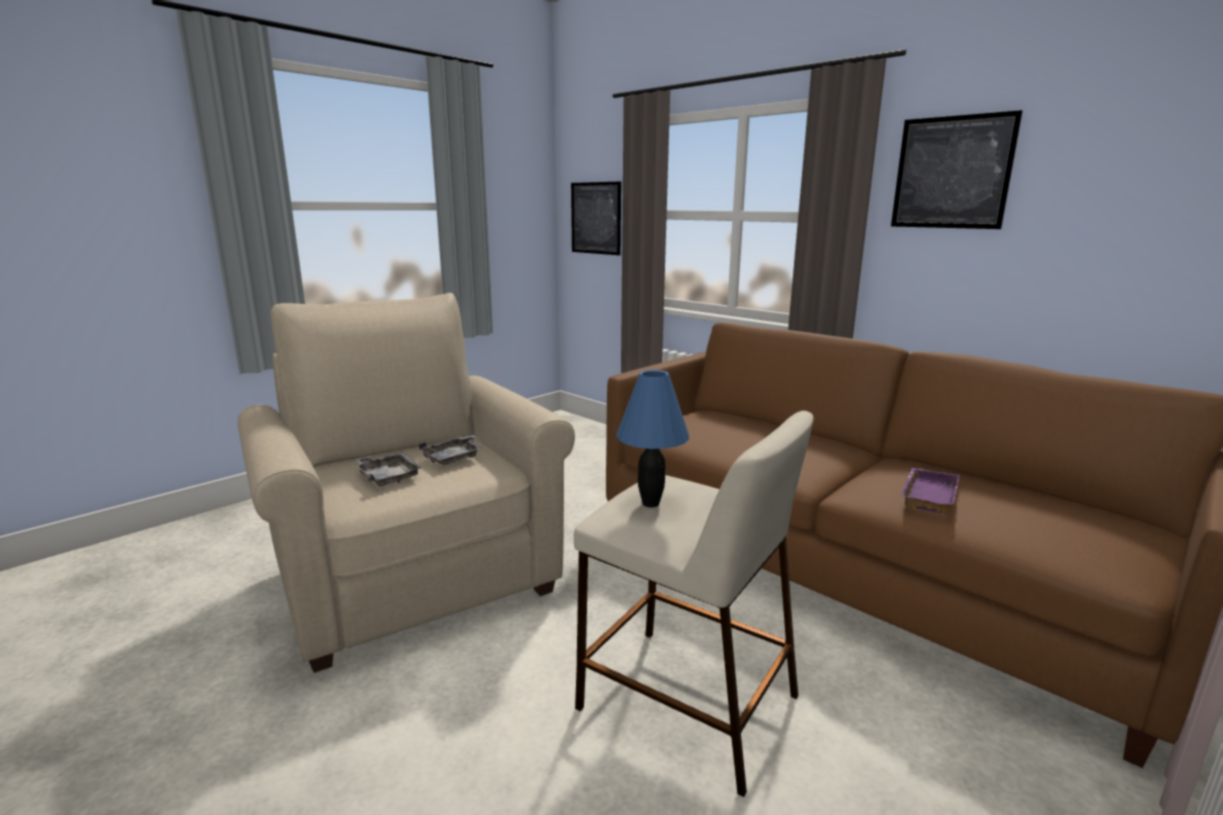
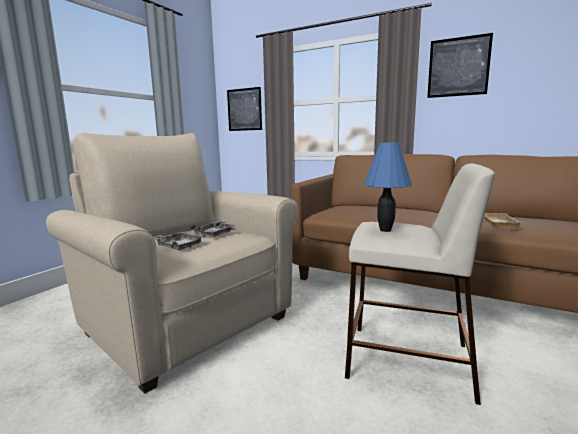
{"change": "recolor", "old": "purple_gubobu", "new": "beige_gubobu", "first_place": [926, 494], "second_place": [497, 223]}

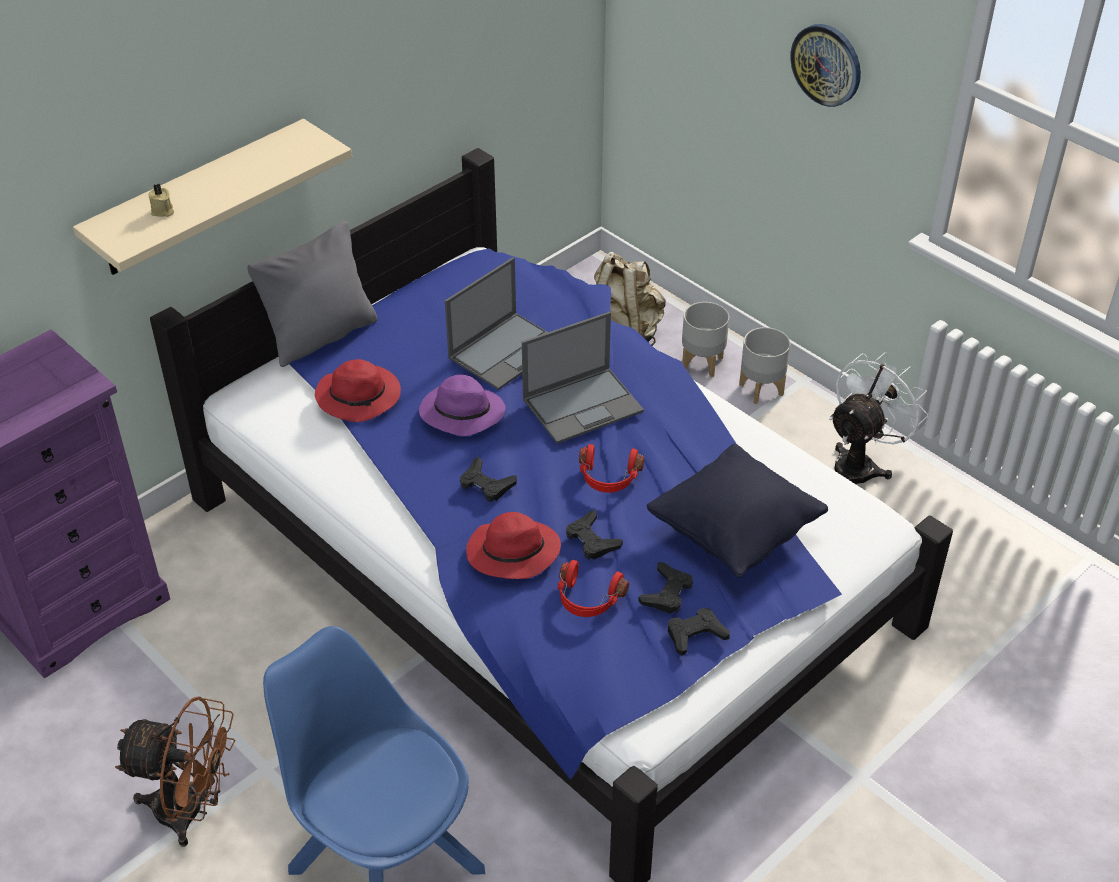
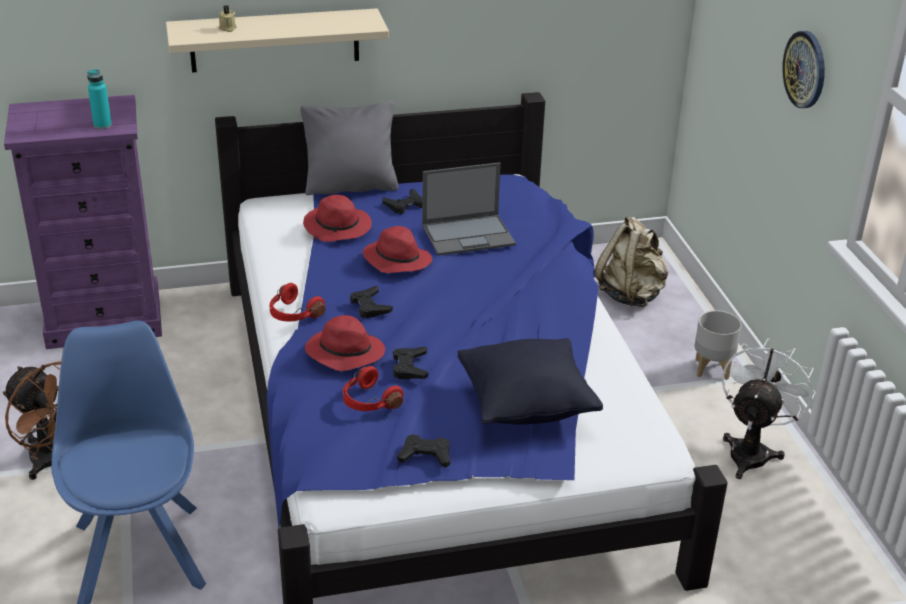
{"change": "insert", "new": "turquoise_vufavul", "second_place": [102, 125]}
{"change": "move", "old": "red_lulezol", "first_place": [609, 478], "second_place": [293, 314]}
{"change": "recolor", "old": "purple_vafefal", "new": "red_vafefal", "first_place": [460, 413], "second_place": [396, 260]}
{"change": "move", "old": "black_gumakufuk", "first_place": [667, 593], "second_place": [405, 205]}
{"change": "rotate", "old": "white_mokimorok", "first_place": [860, 465], "second_place": [751, 451], "degrees": -45}
{"change": "delete", "old": "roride", "first_place": [583, 404]}
{"change": "delete", "old": "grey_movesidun", "first_place": [703, 363]}

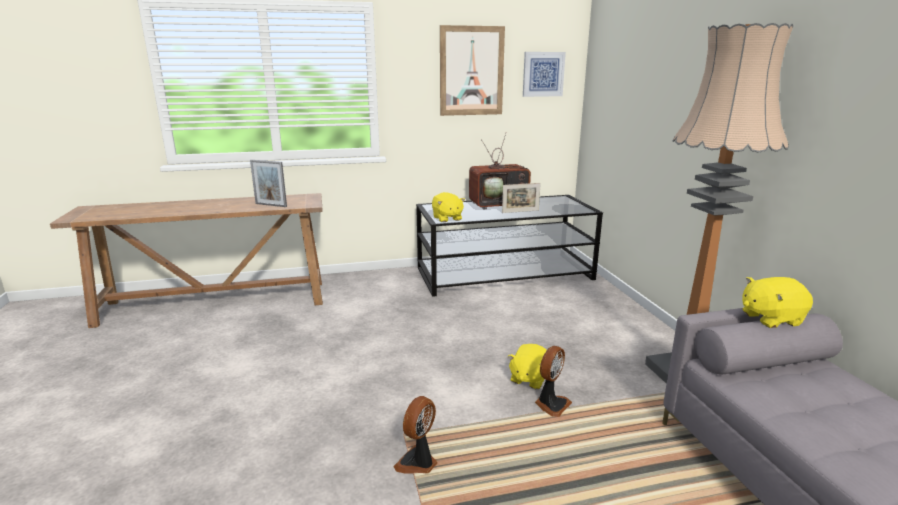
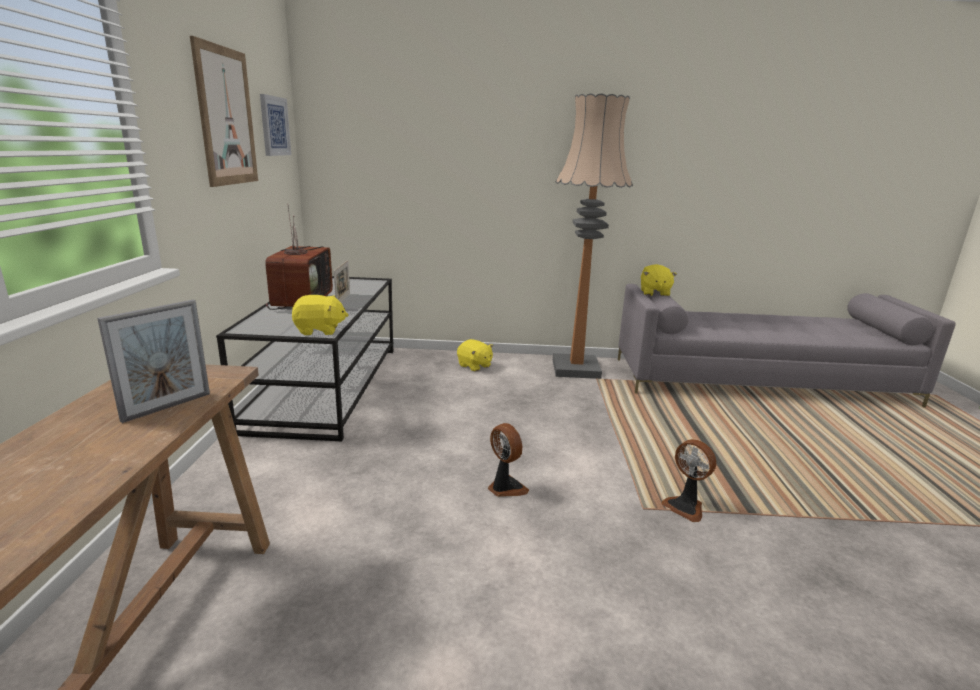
{"change": "move", "old": "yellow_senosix", "first_place": [529, 378], "second_place": [474, 366]}
{"change": "move", "old": "mokimorok", "first_place": [551, 404], "second_place": [505, 488]}

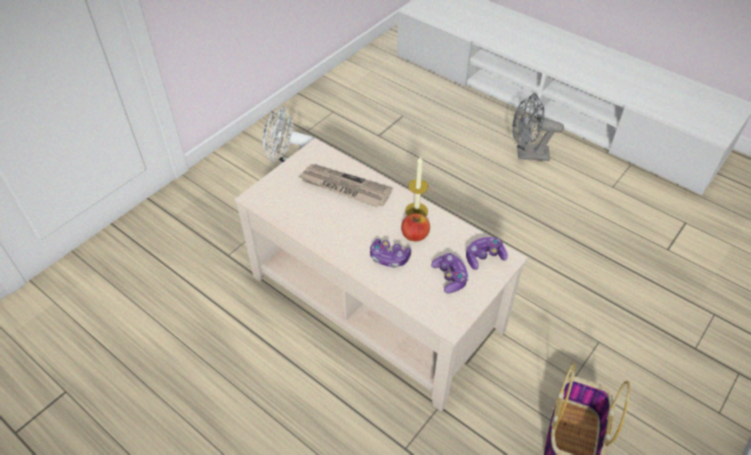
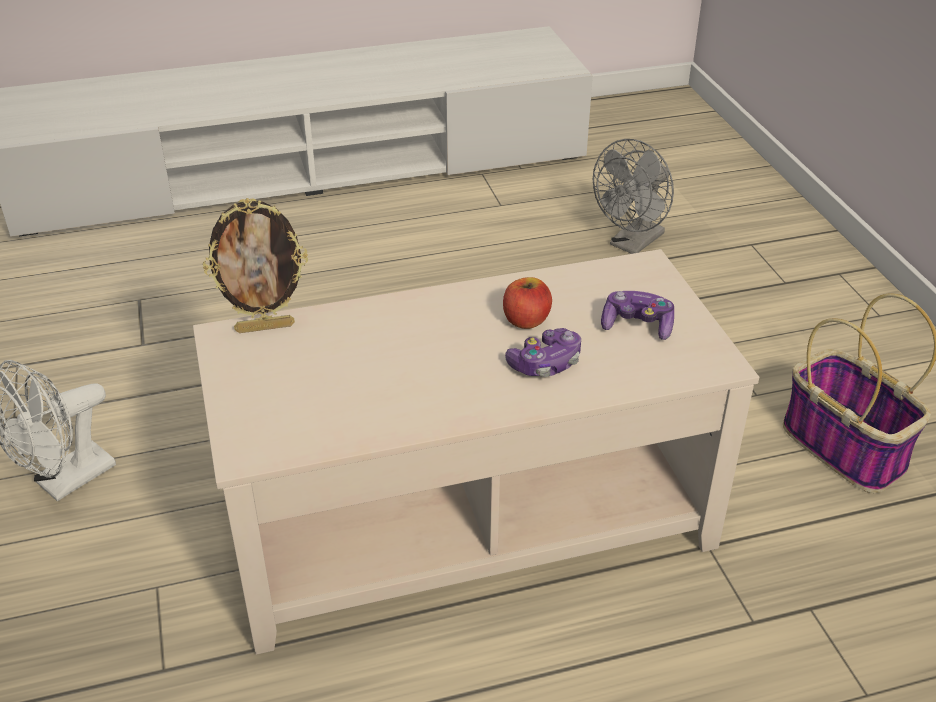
{"change": "insert", "new": "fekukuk", "second_place": [265, 327]}
{"change": "move", "old": "grey_mokimorok", "first_place": [527, 154], "second_place": [632, 244]}
{"change": "delete", "old": "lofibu", "first_place": [344, 187]}
{"change": "delete", "old": "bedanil", "first_place": [416, 211]}
{"change": "delete", "old": "gumakufuk", "first_place": [484, 257]}

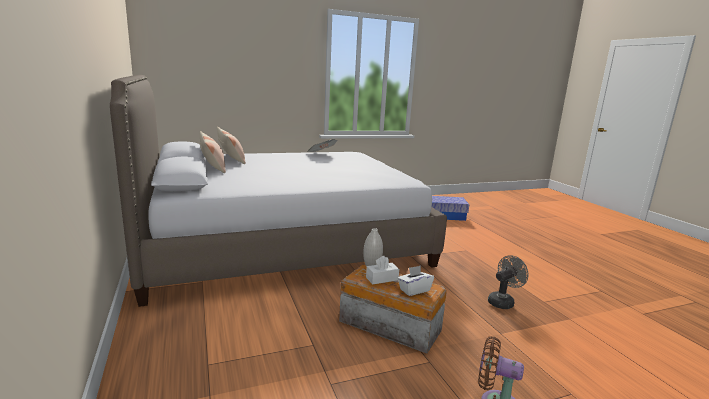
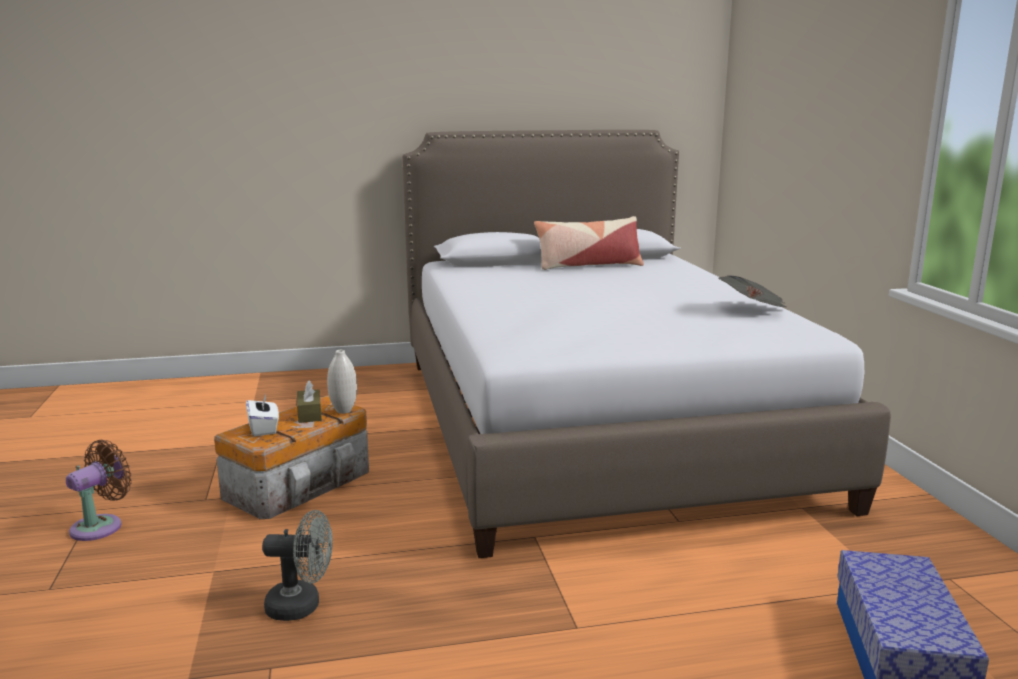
{"change": "rotate", "old": "grey_mokimorok", "first_place": [503, 301], "second_place": [302, 606], "degrees": -60}
{"change": "recolor", "old": "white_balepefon", "new": "brown_balepefon", "first_place": [382, 279], "second_place": [309, 414]}
{"change": "delete", "old": "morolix", "first_place": [231, 158]}

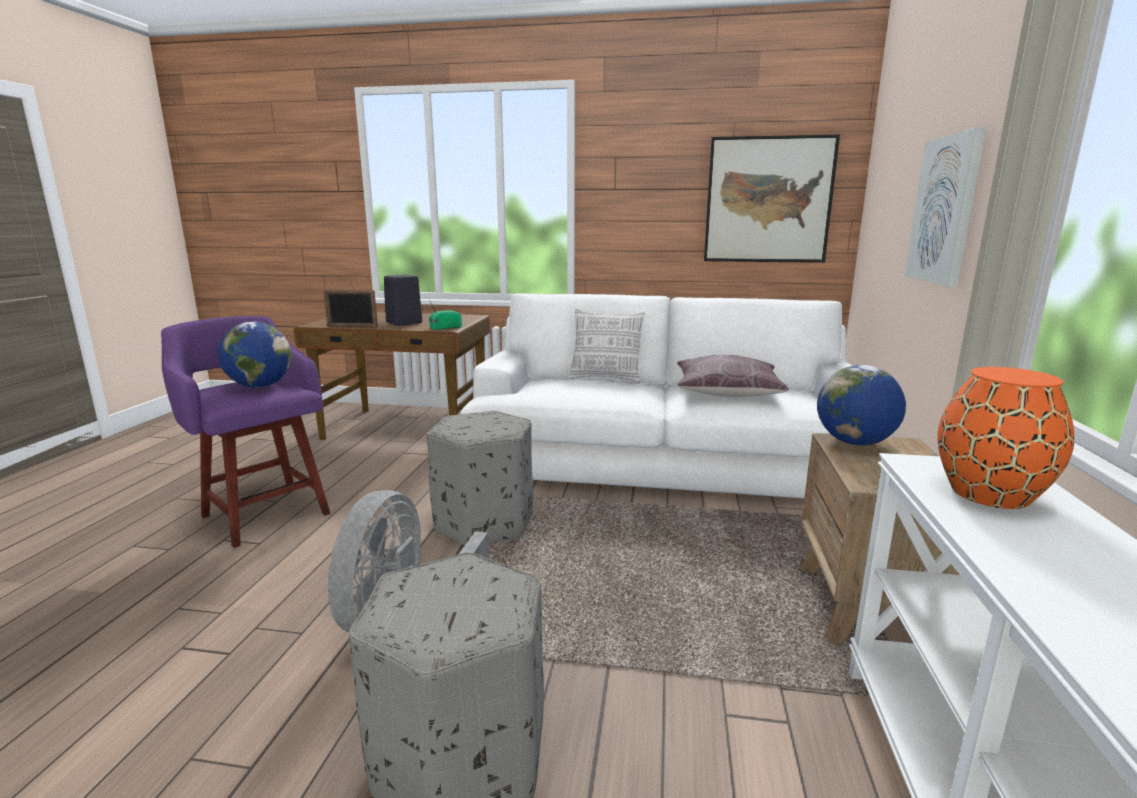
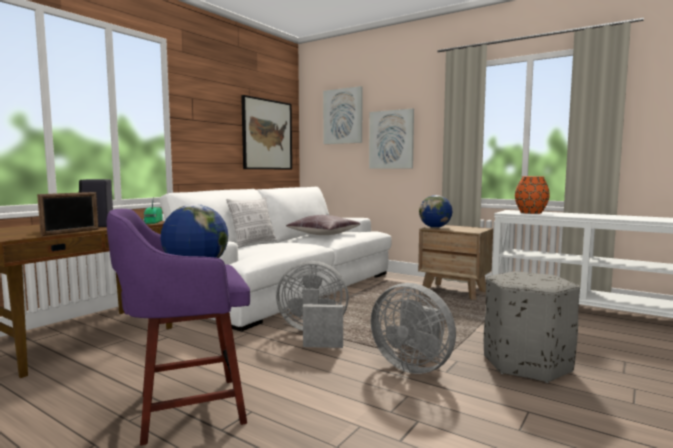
{"change": "replace", "old": "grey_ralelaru", "new": "grey_mokimorok", "first_place": [484, 522], "second_place": [314, 335]}
{"change": "insert", "new": "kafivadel", "second_place": [343, 116]}

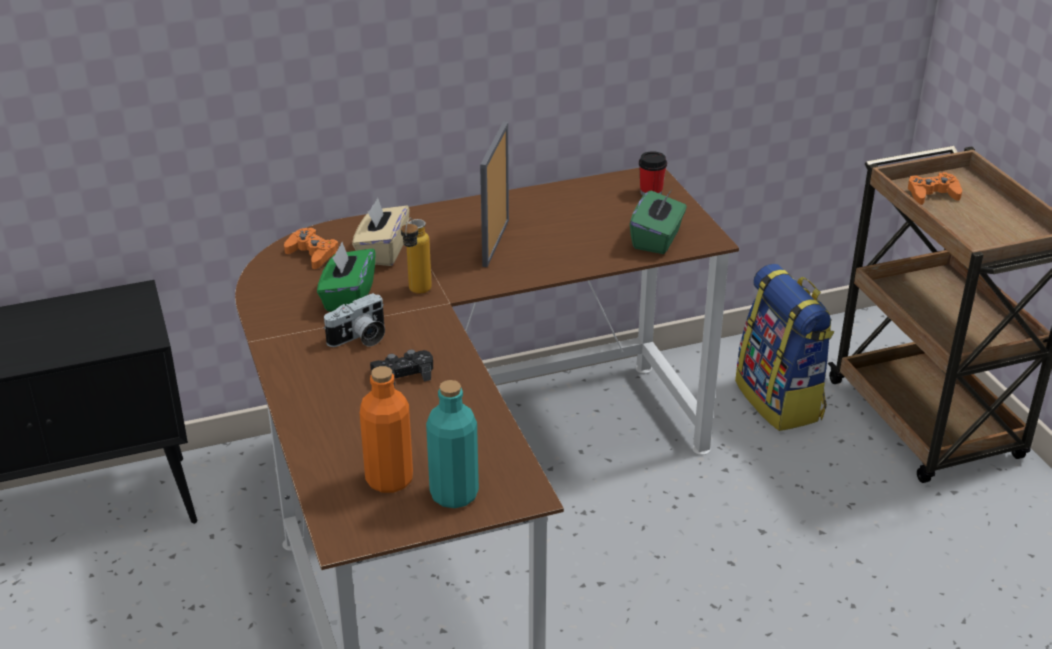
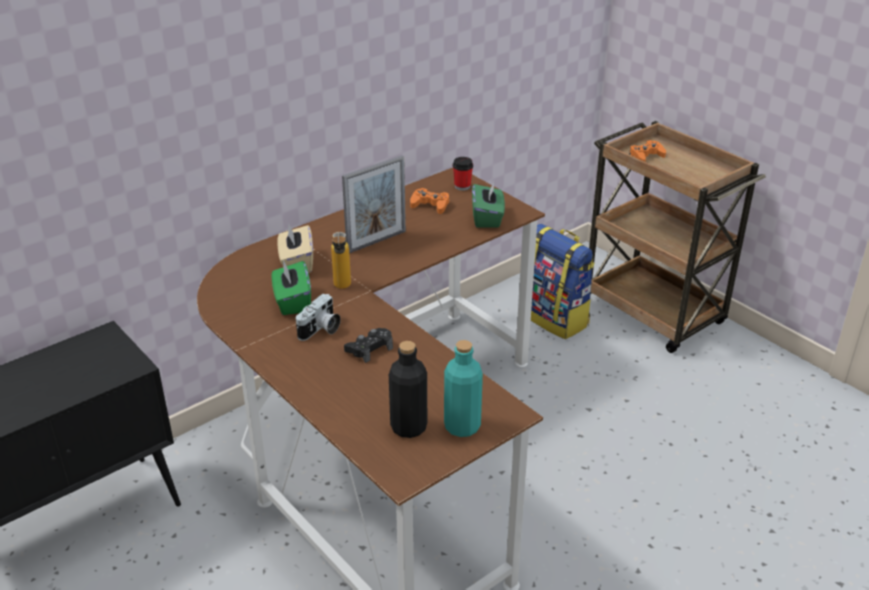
{"change": "rotate", "old": "fekukuk", "first_place": [495, 243], "second_place": [376, 241], "degrees": -120}
{"change": "recolor", "old": "orange_vufavul", "new": "black_vufavul", "first_place": [389, 480], "second_place": [408, 427]}
{"change": "move", "old": "orange_gumakufuk", "first_place": [313, 254], "second_place": [430, 205]}

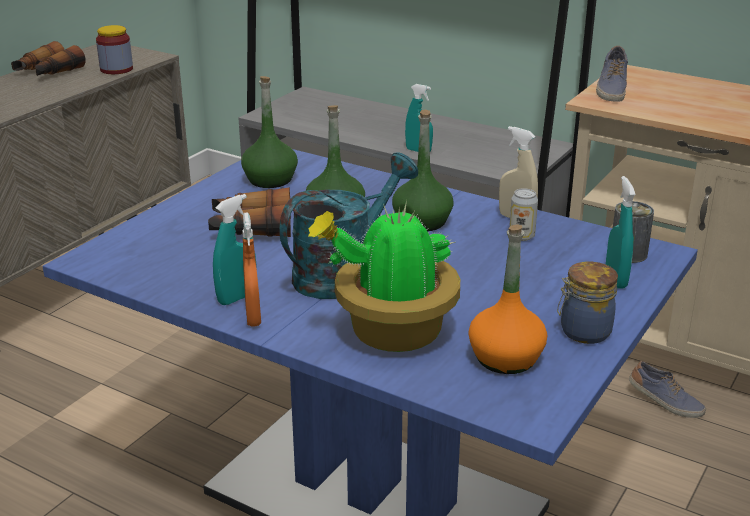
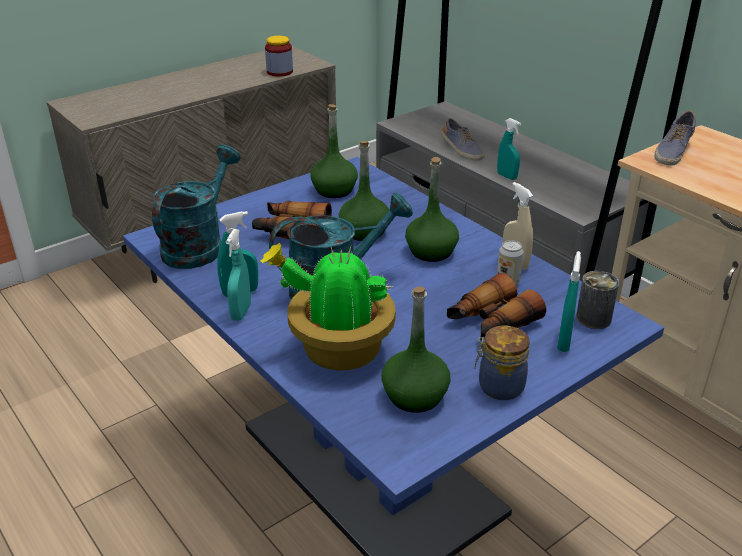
{"change": "insert", "new": "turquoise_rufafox", "second_place": [198, 245]}
{"change": "recolor", "old": "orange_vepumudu", "new": "turquoise_vepumudu", "first_place": [253, 317], "second_place": [241, 312]}
{"change": "recolor", "old": "orange_vufavul", "new": "green_vufavul", "first_place": [505, 358], "second_place": [414, 396]}
{"change": "move", "old": "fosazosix", "first_place": [665, 402], "second_place": [461, 150]}
{"change": "move", "old": "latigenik", "first_place": [48, 72], "second_place": [491, 322]}

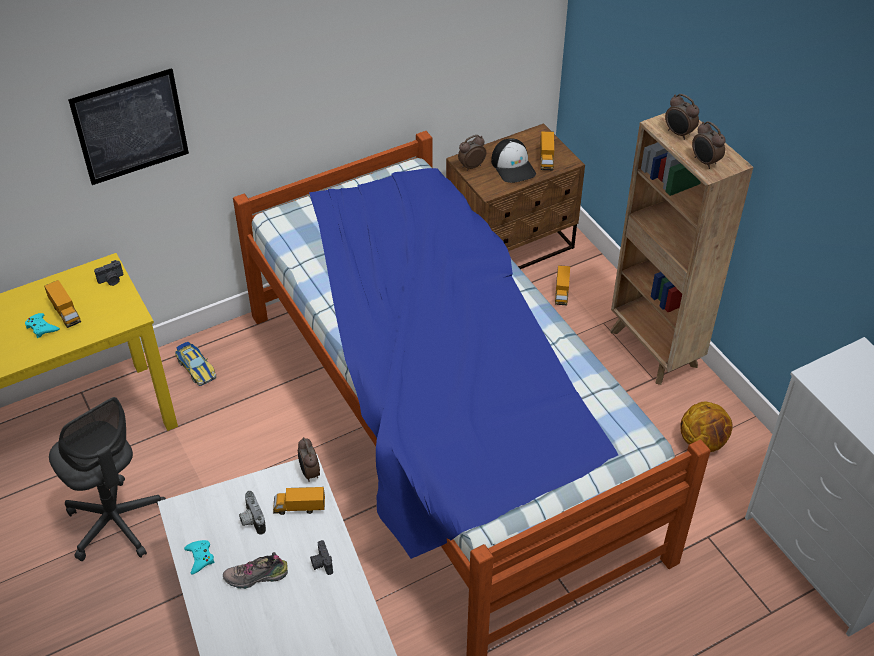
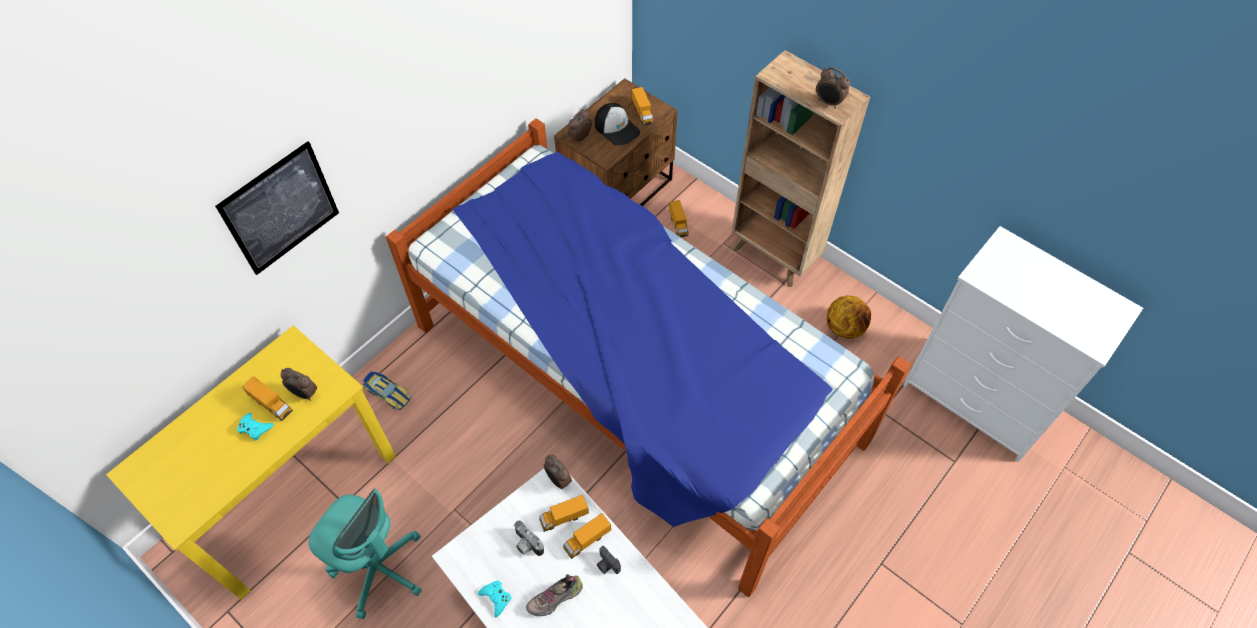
{"change": "move", "old": "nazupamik", "first_place": [678, 133], "second_place": [304, 394]}
{"change": "recolor", "old": "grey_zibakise", "new": "turquoise_zibakise", "first_place": [116, 522], "second_place": [379, 569]}
{"change": "insert", "new": "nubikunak", "second_place": [587, 540]}
{"change": "delete", "old": "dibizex", "first_place": [111, 280]}

